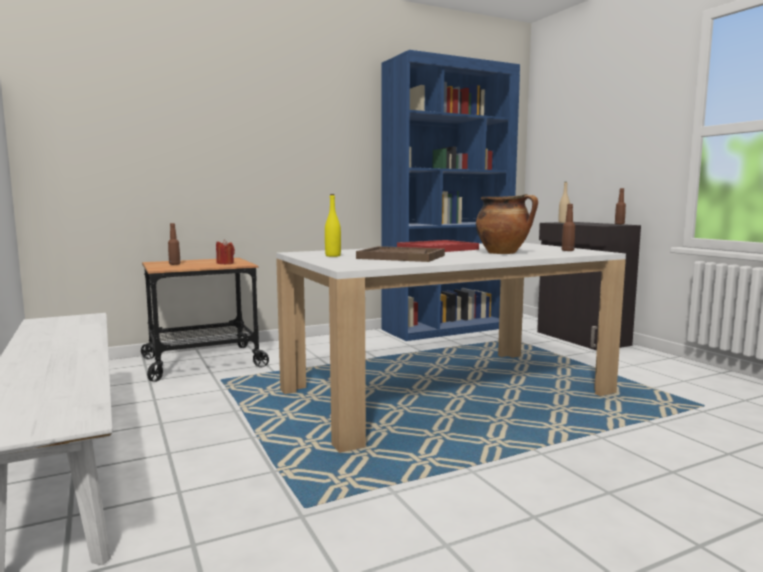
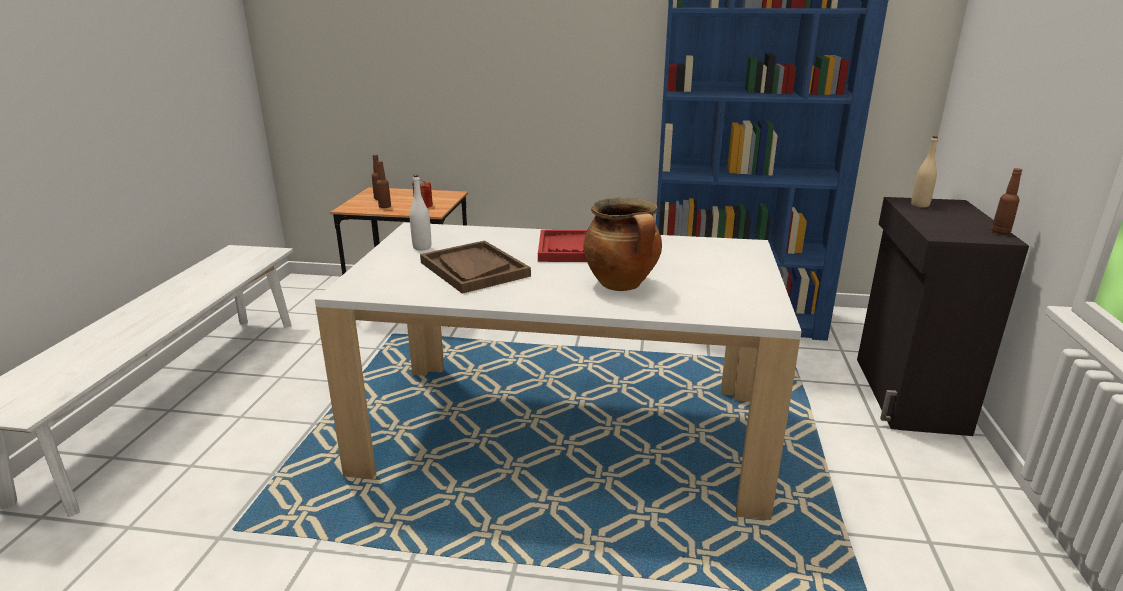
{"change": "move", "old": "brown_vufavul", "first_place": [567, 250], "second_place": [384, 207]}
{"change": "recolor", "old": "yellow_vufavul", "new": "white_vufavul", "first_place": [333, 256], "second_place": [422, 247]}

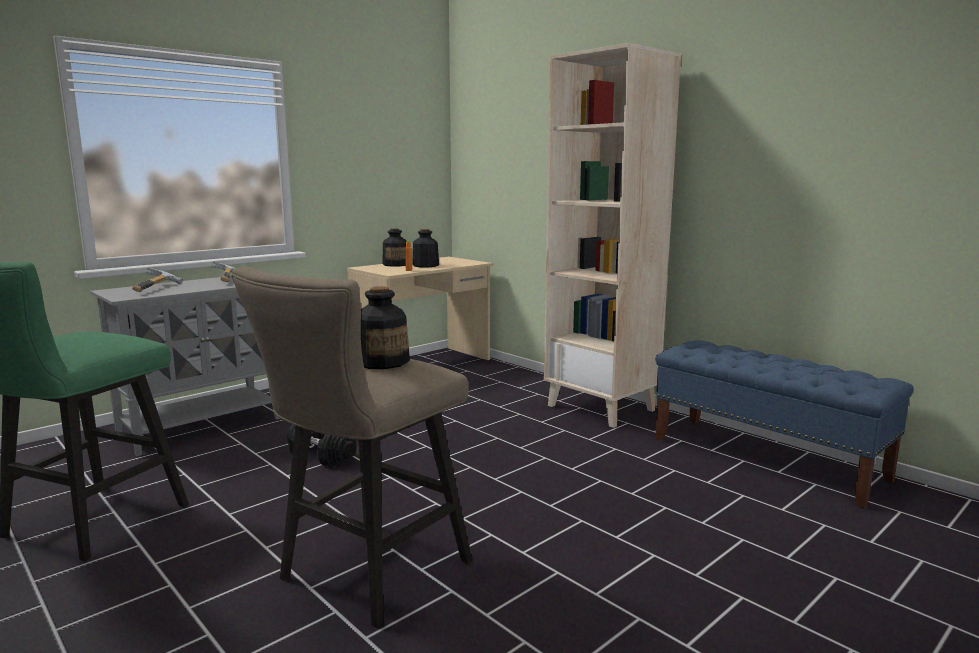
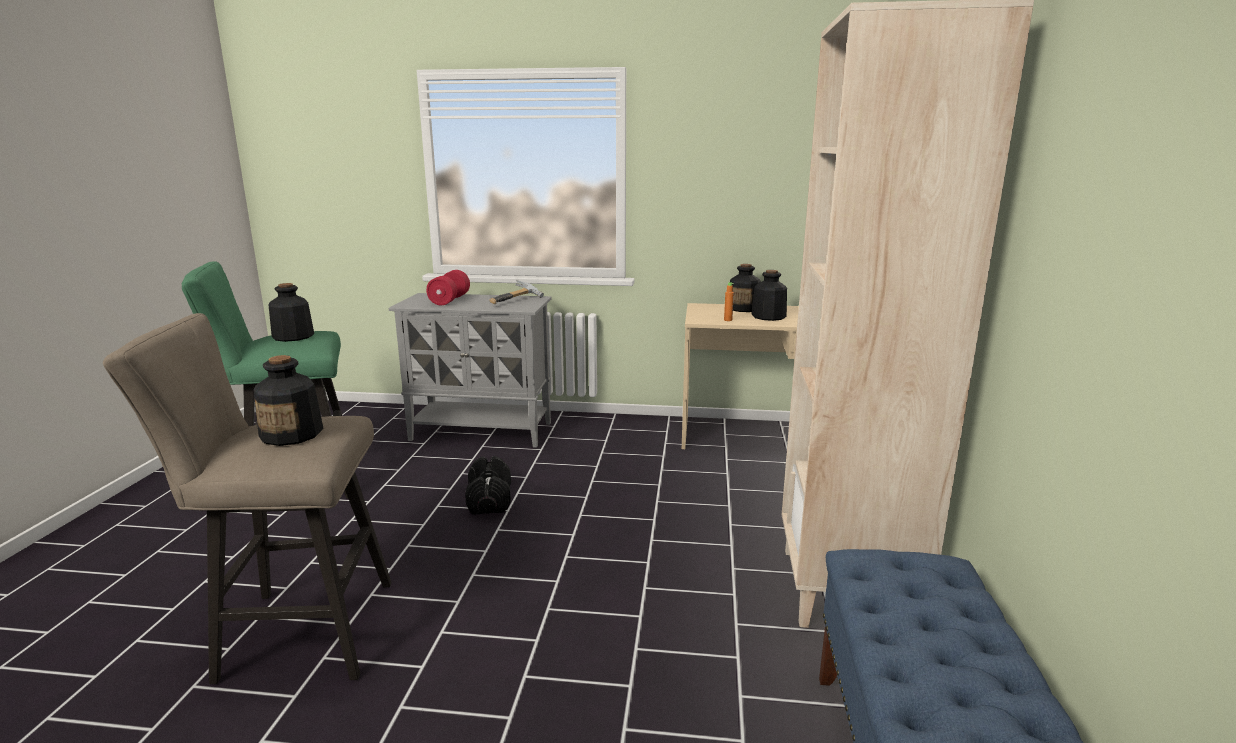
{"change": "insert", "new": "vufavul", "second_place": [293, 336]}
{"change": "replace", "old": "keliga", "new": "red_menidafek", "first_place": [157, 288], "second_place": [449, 300]}

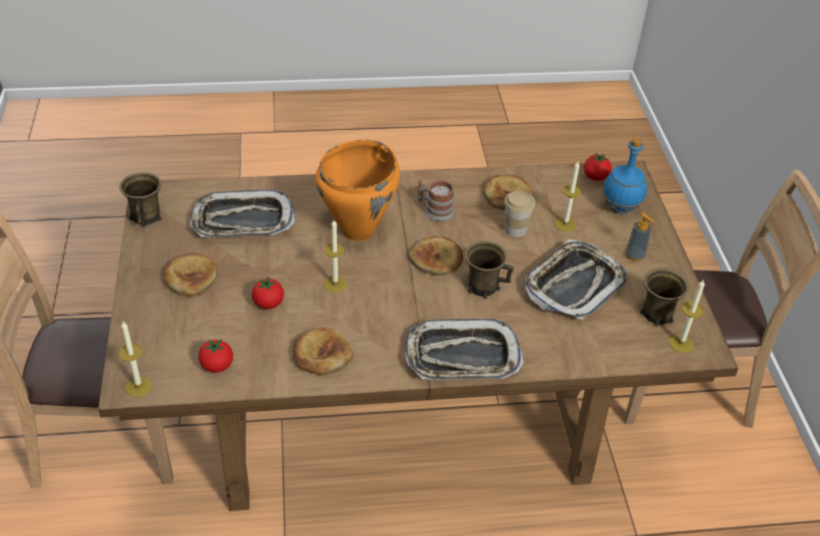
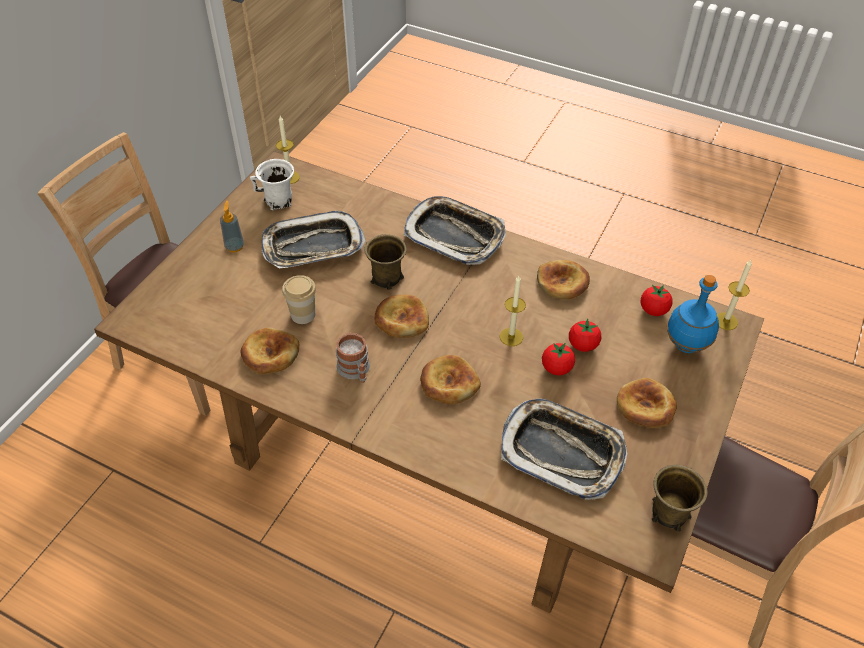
{"change": "recolor", "old": "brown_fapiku", "new": "white_fapiku", "first_place": [656, 313], "second_place": [279, 201]}
{"change": "replace", "old": "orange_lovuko", "new": "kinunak", "first_place": [358, 230], "second_place": [449, 383]}
{"change": "move", "old": "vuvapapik", "first_place": [595, 177], "second_place": [556, 368]}
{"change": "move", "old": "blue_vufavul", "first_place": [621, 208], "second_place": [685, 345]}
{"change": "delete", "old": "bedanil", "first_place": [565, 224]}

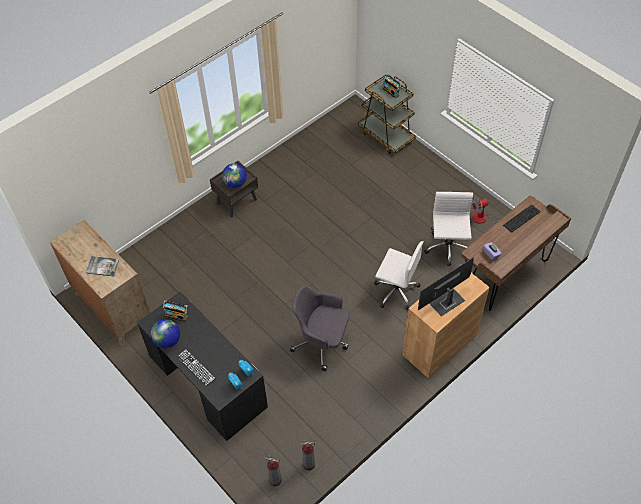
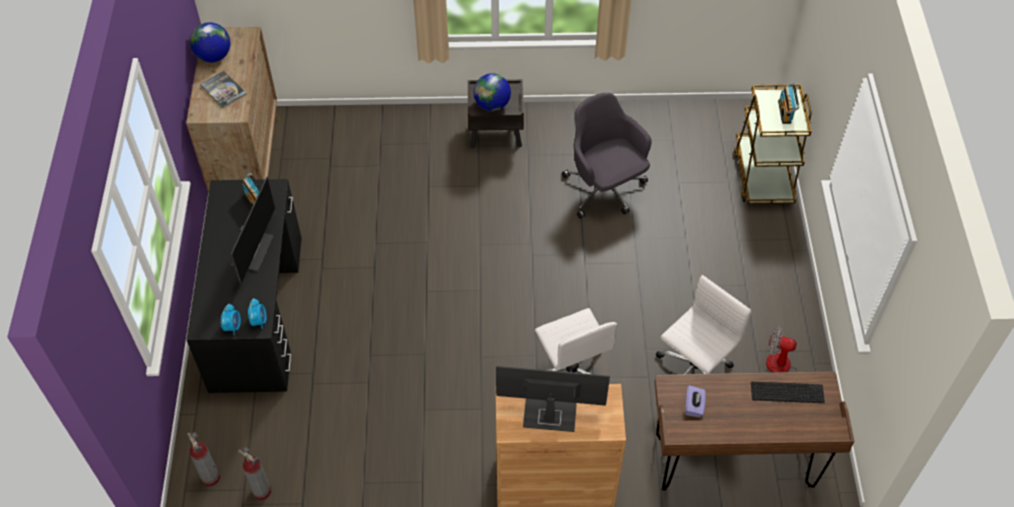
{"change": "move", "old": "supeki", "first_place": [167, 341], "second_place": [213, 56]}
{"change": "insert", "new": "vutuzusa", "second_place": [253, 250]}
{"change": "move", "old": "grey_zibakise", "first_place": [322, 342], "second_place": [604, 190]}
{"change": "delete", "old": "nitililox", "first_place": [196, 367]}

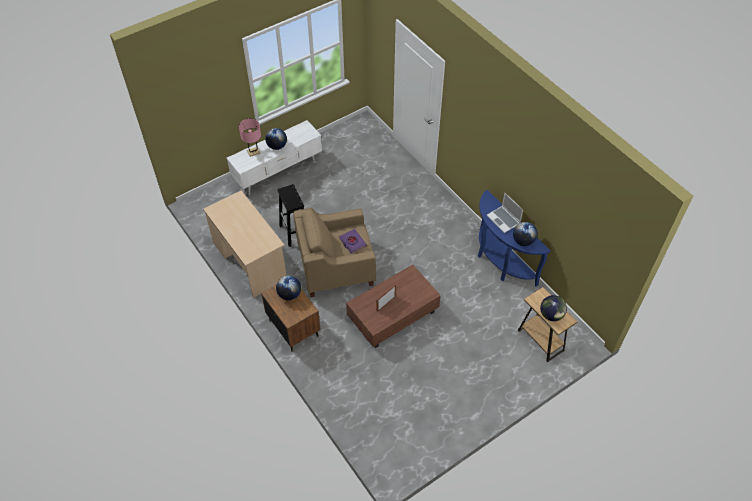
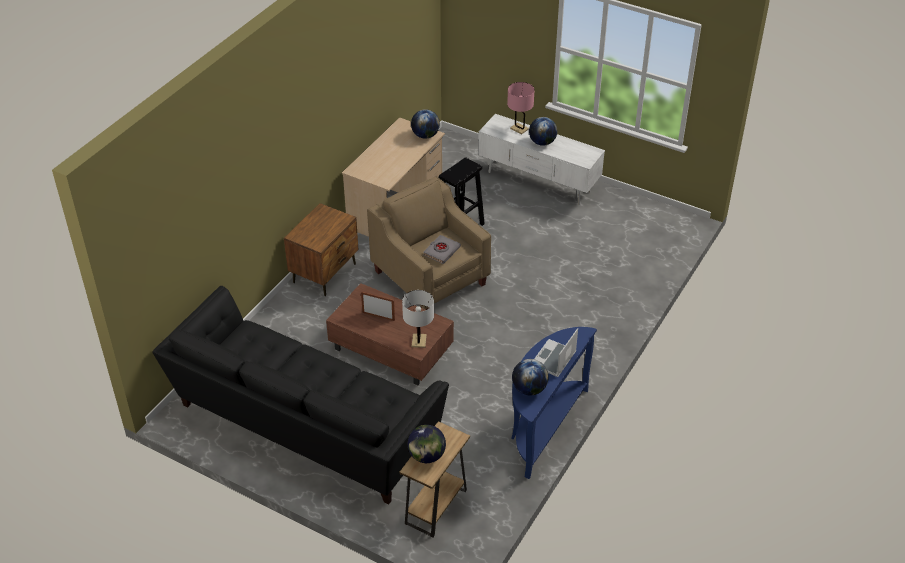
{"change": "insert", "new": "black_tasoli", "second_place": [305, 425]}
{"change": "insert", "new": "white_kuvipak", "second_place": [419, 341]}
{"change": "move", "old": "supeki", "first_place": [289, 294], "second_place": [425, 135]}
{"change": "recolor", "old": "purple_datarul", "new": "grey_datarul", "first_place": [352, 242], "second_place": [441, 251]}

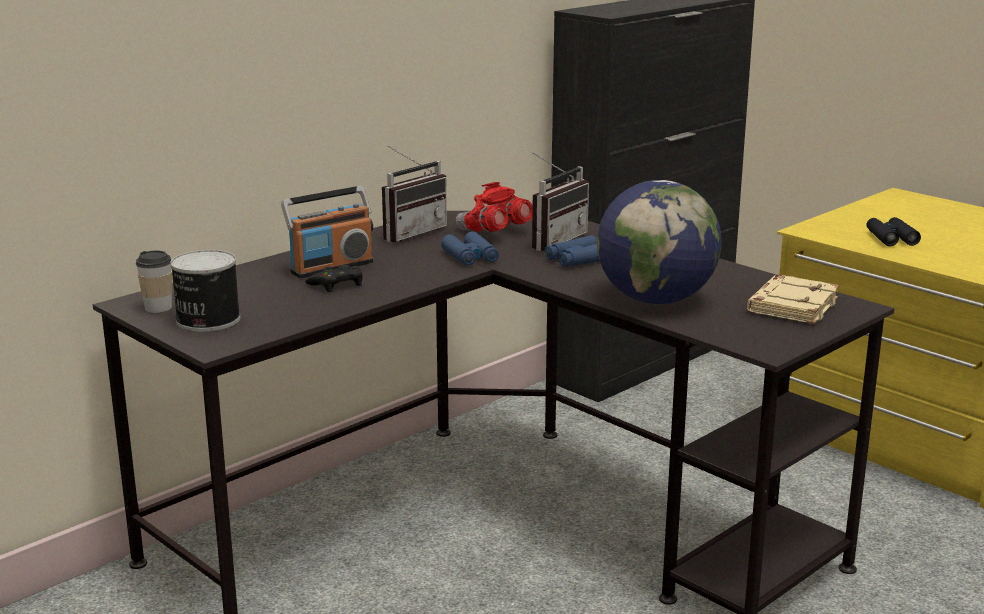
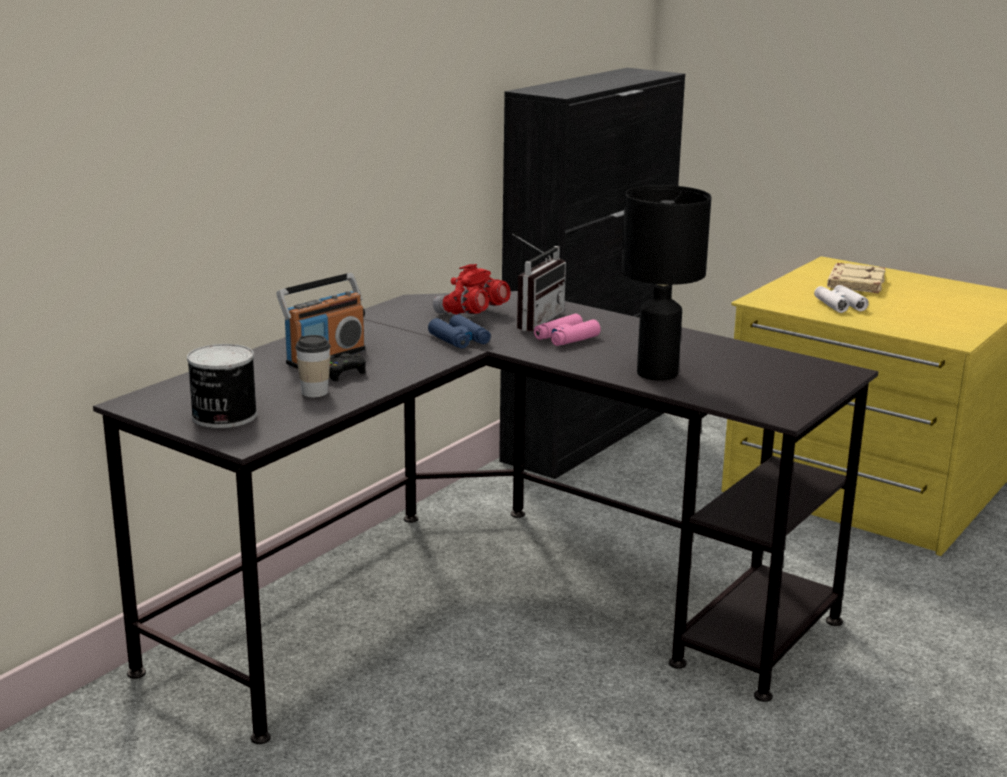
{"change": "move", "old": "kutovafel", "first_place": [158, 308], "second_place": [314, 392]}
{"change": "recolor", "old": "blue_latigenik", "new": "pink_latigenik", "first_place": [578, 260], "second_place": [566, 338]}
{"change": "replace", "old": "supeki", "new": "black_kuvipak", "first_place": [655, 300], "second_place": [658, 374]}
{"change": "recolor", "old": "black_latigenik", "new": "white_latigenik", "first_place": [891, 238], "second_place": [839, 305]}
{"change": "move", "old": "beige_datarul", "first_place": [791, 306], "second_place": [854, 283]}
{"change": "delete", "old": "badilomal", "first_place": [410, 232]}

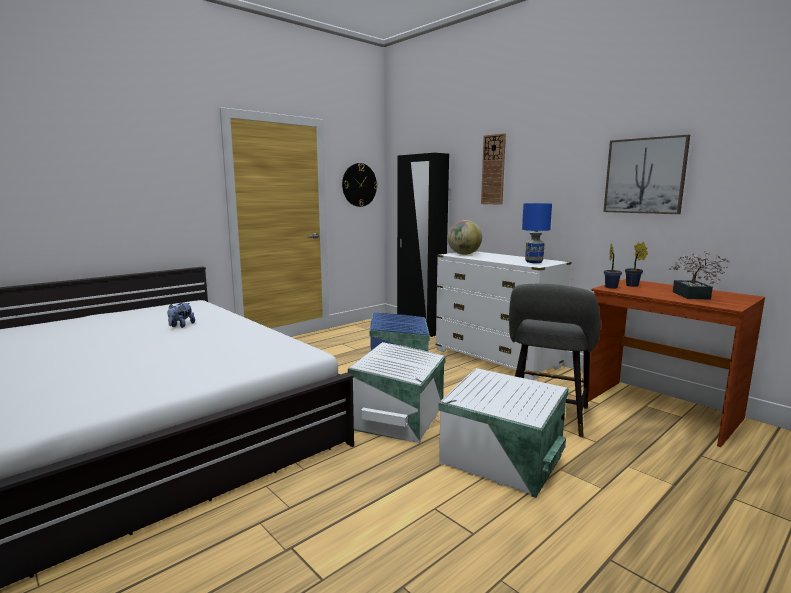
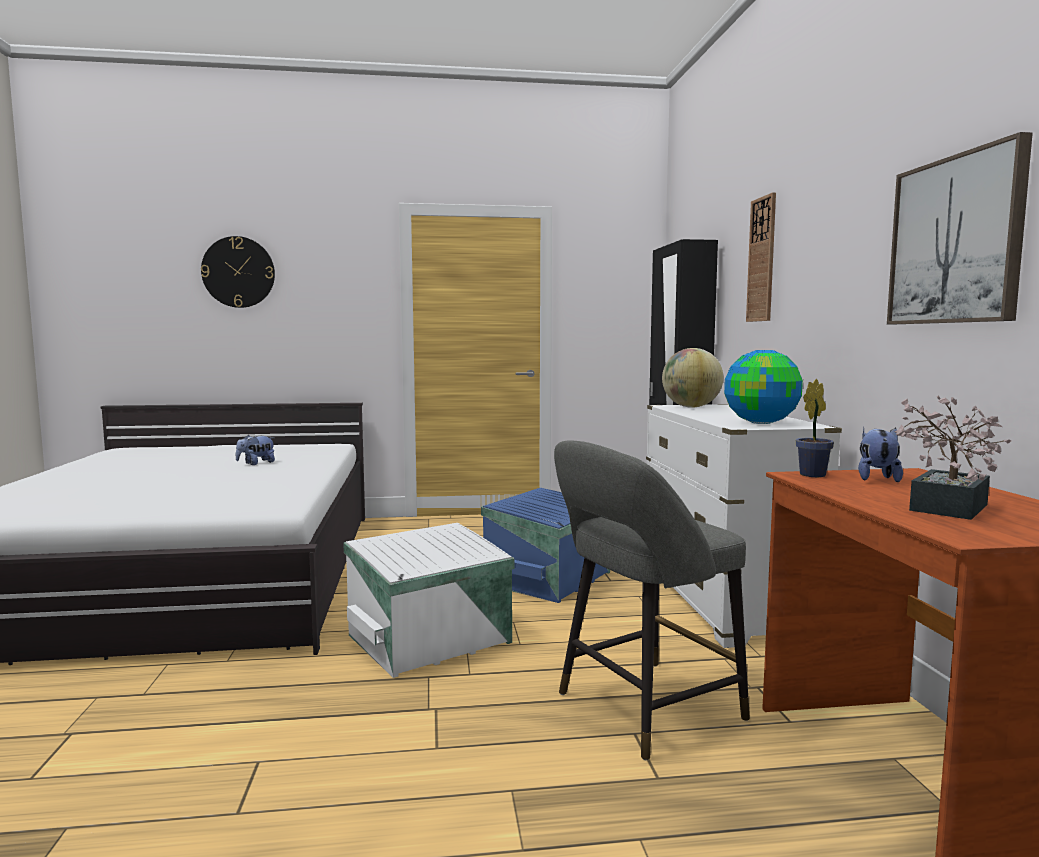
{"change": "move", "old": "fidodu", "first_place": [359, 185], "second_place": [238, 272]}
{"change": "replace", "old": "blue_kuvipak", "new": "supeki", "first_place": [534, 262], "second_place": [761, 423]}
{"change": "replace", "old": "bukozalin", "new": "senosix", "first_place": [633, 286], "second_place": [876, 478]}
{"change": "delete", "old": "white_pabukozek", "first_place": [501, 461]}

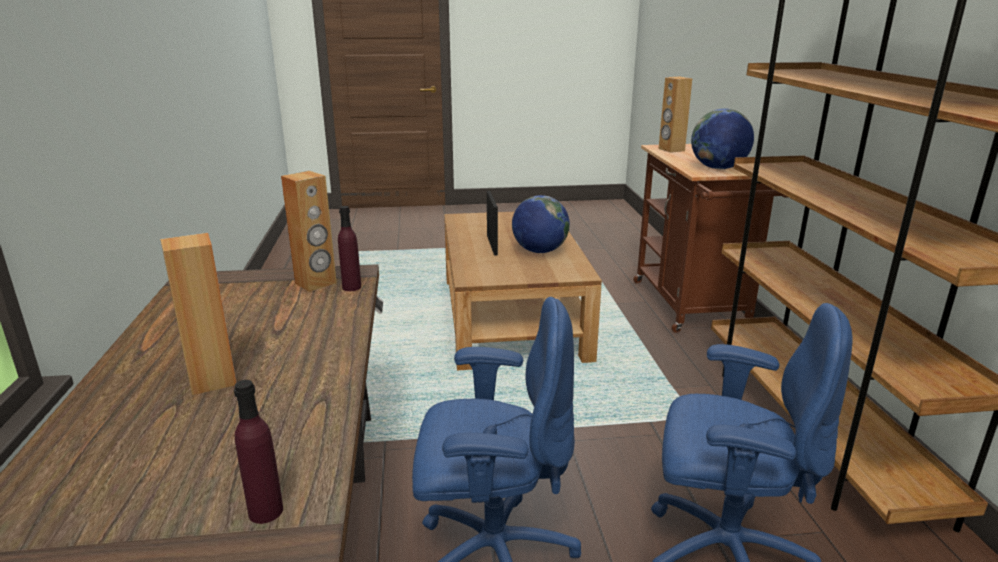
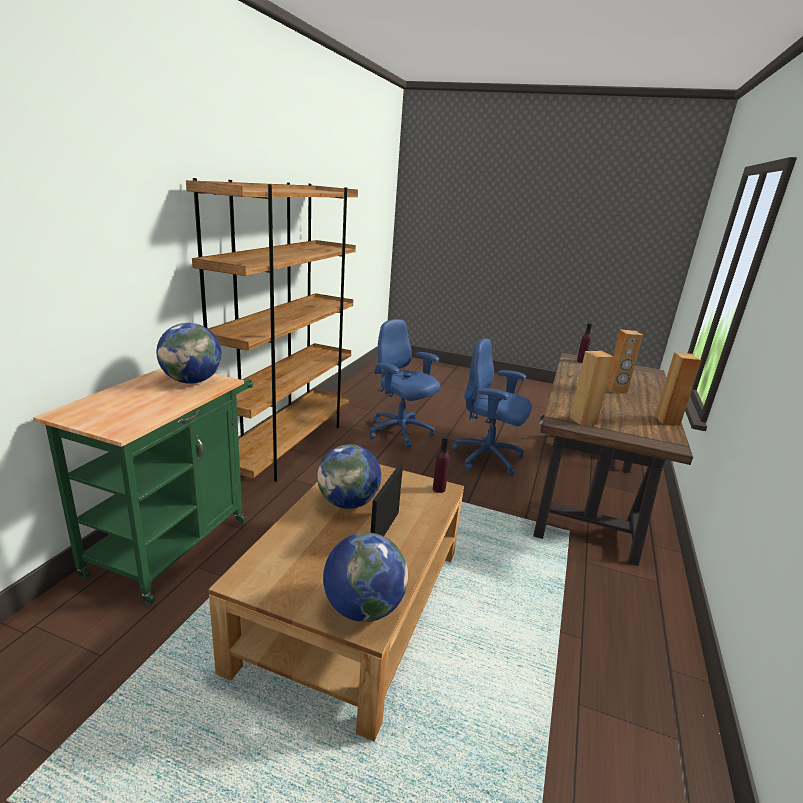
{"change": "recolor", "old": "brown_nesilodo", "new": "green_nesilodo", "first_place": [692, 308], "second_place": [175, 540]}
{"change": "insert", "new": "supeki", "second_place": [363, 608]}
{"change": "move", "old": "purple_vufavul", "first_place": [351, 287], "second_place": [439, 489]}
{"change": "move", "old": "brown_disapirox", "first_place": [671, 150], "second_place": [667, 420]}

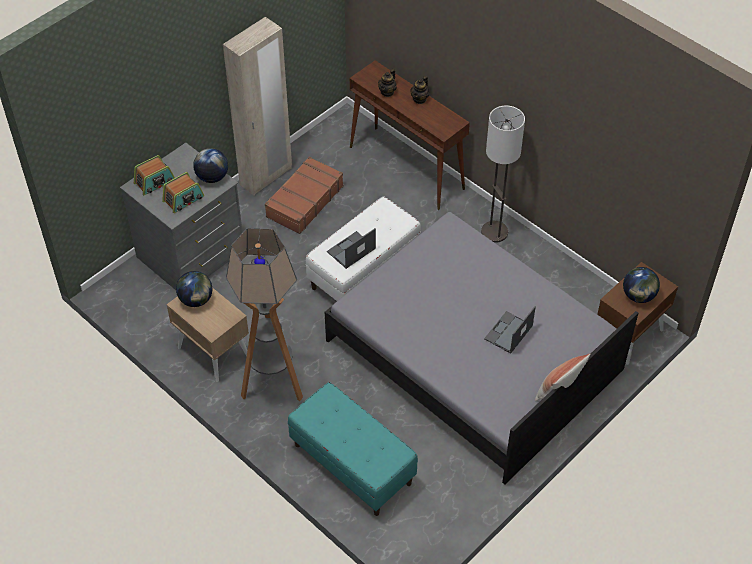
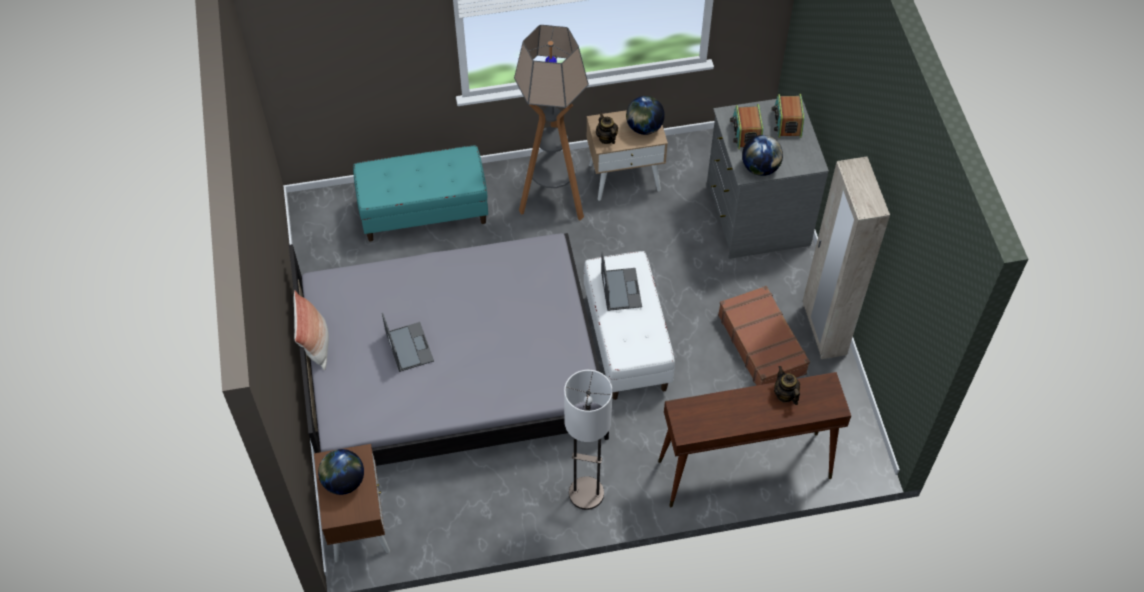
{"change": "move", "old": "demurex", "first_place": [419, 99], "second_place": [606, 138]}

